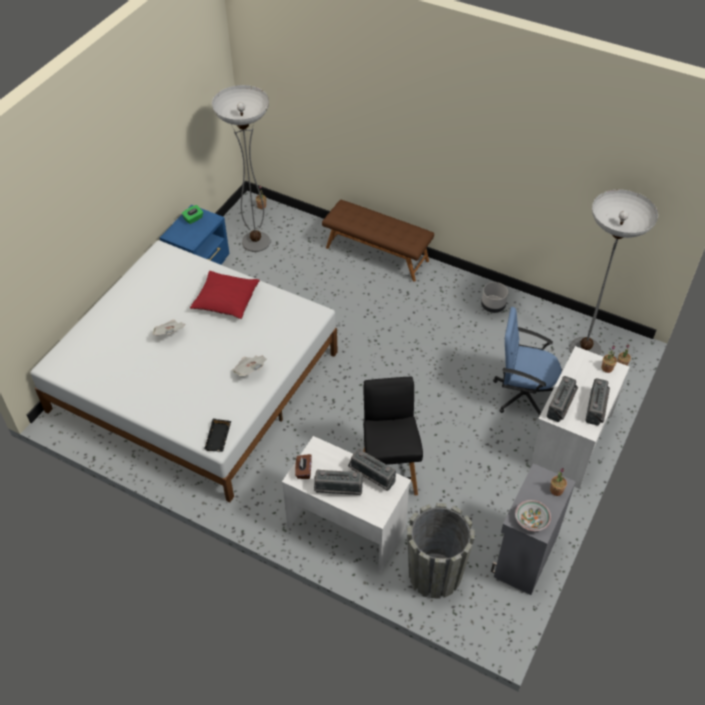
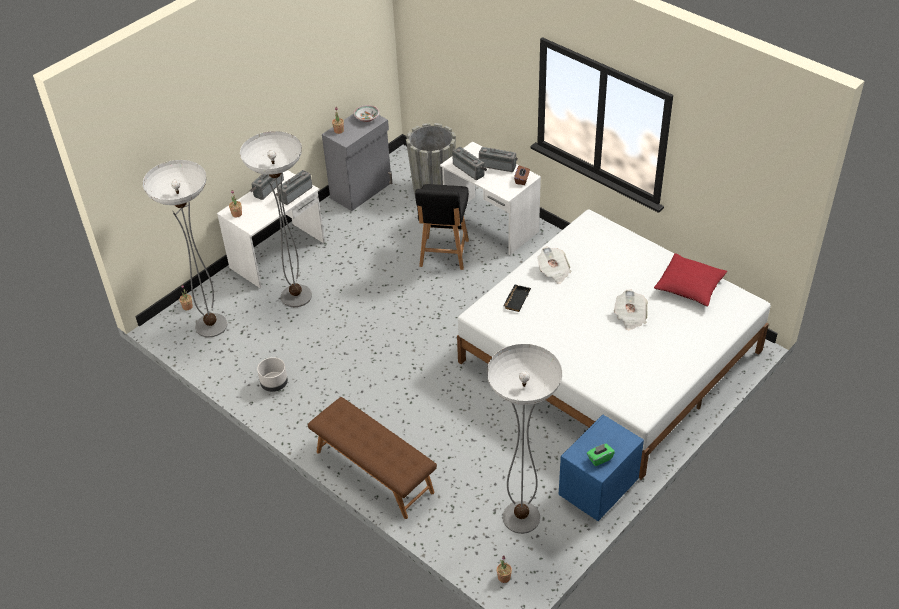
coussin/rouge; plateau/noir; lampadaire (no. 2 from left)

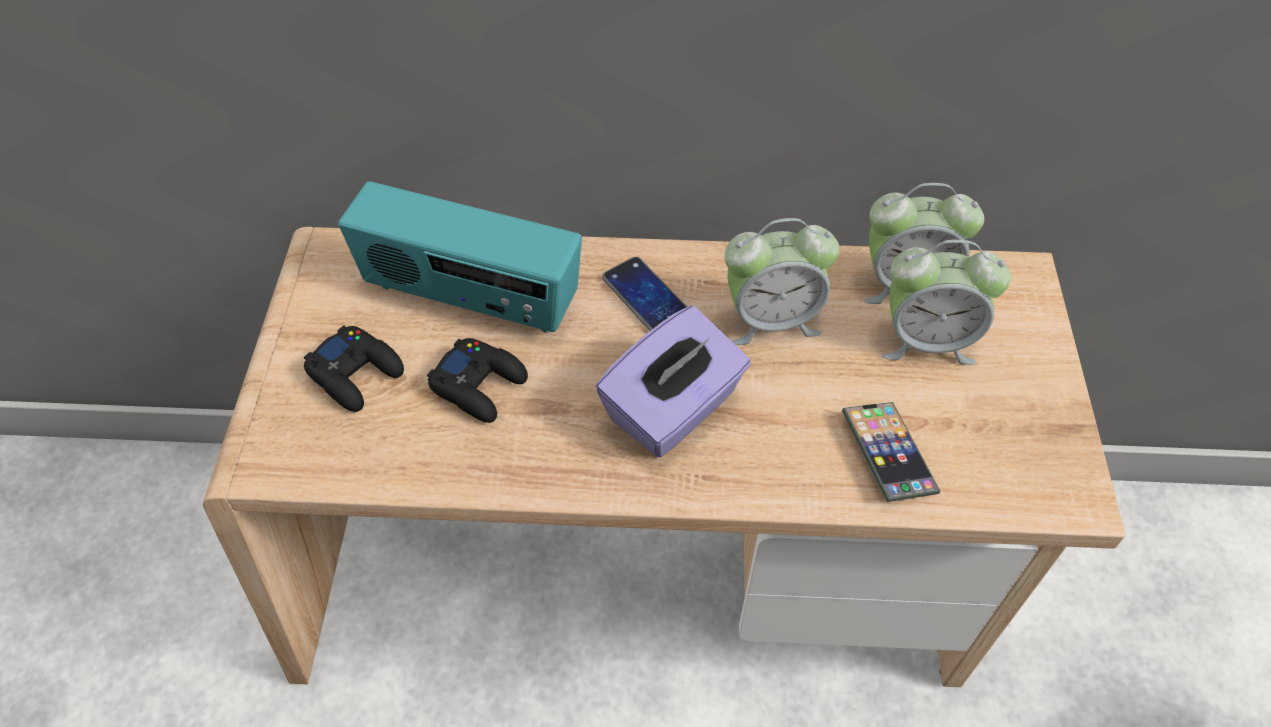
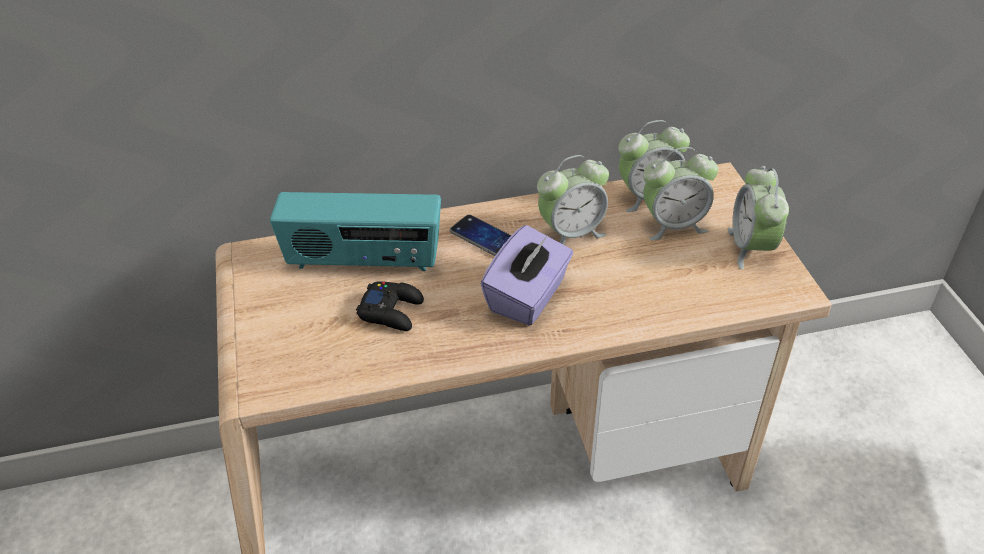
manette/noir (no. 1 from left in the first image); téléphone (no. 2 from left in the first image); réveil (no. 4 from left)

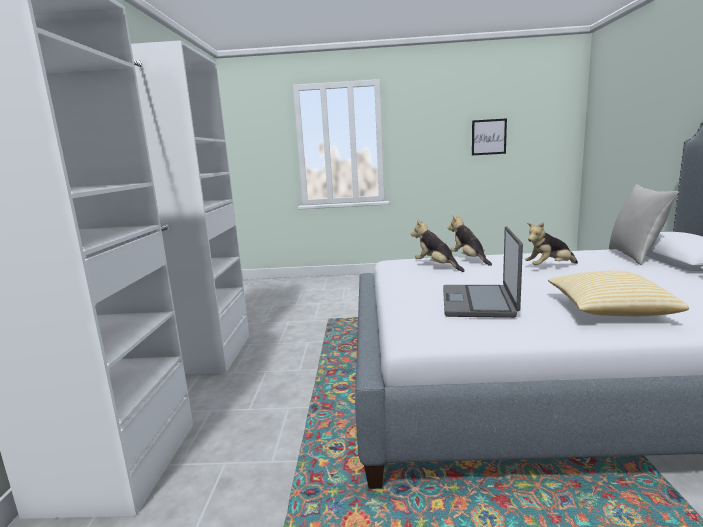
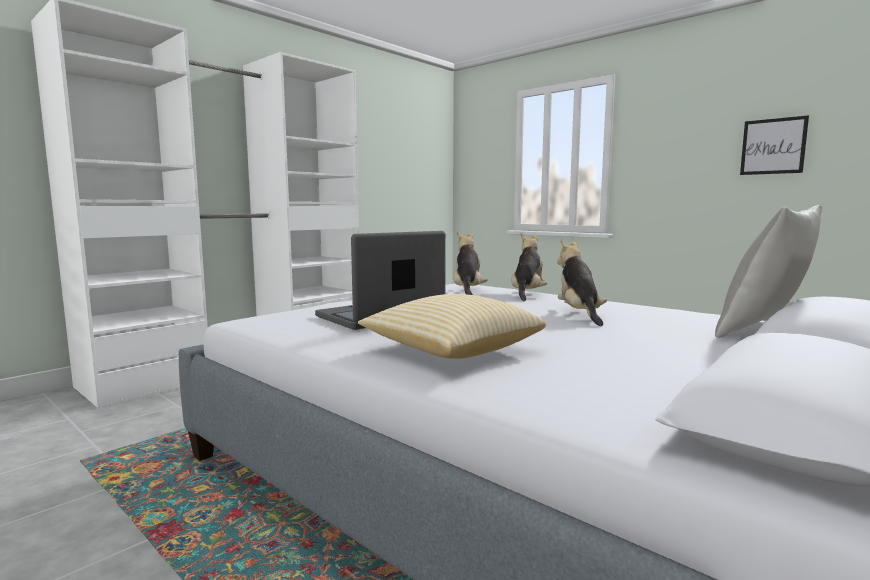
peluche (no. 3 from left)

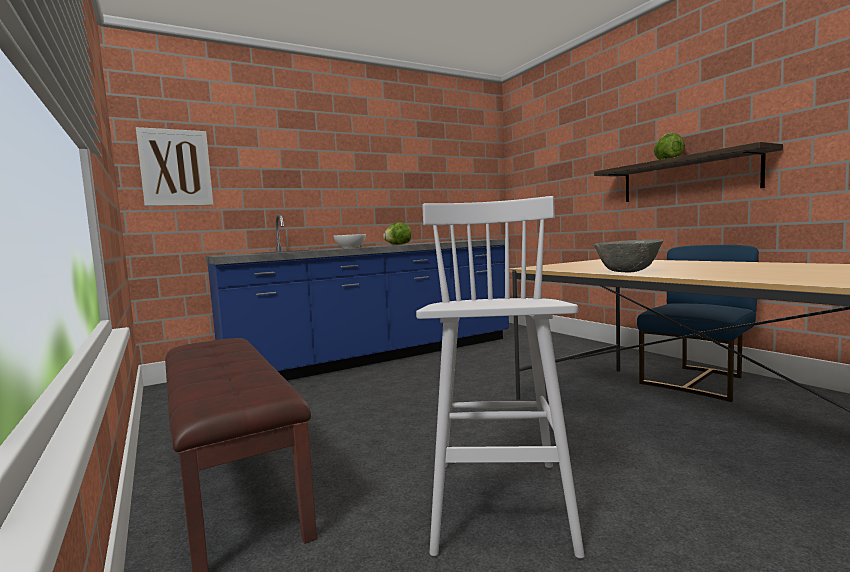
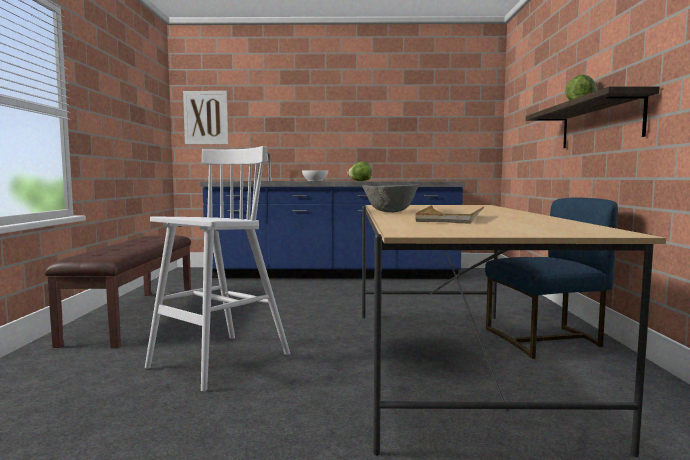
plateau/beige

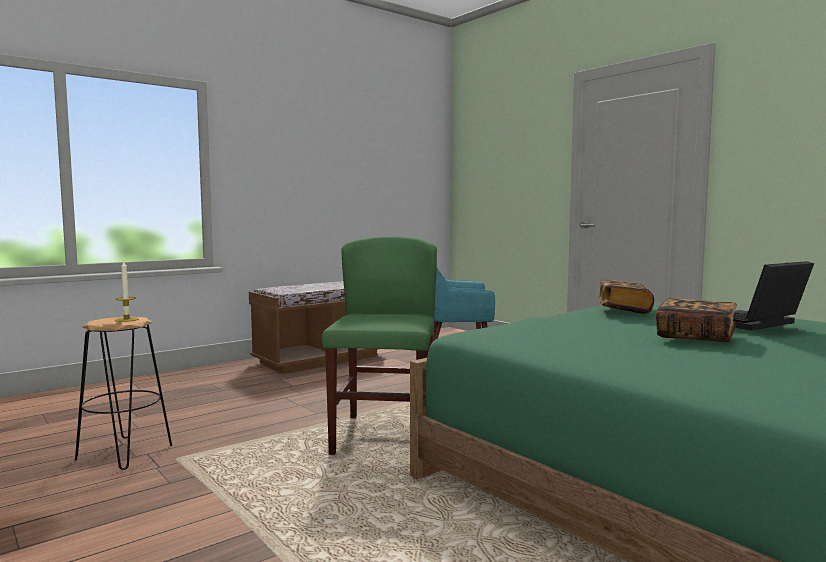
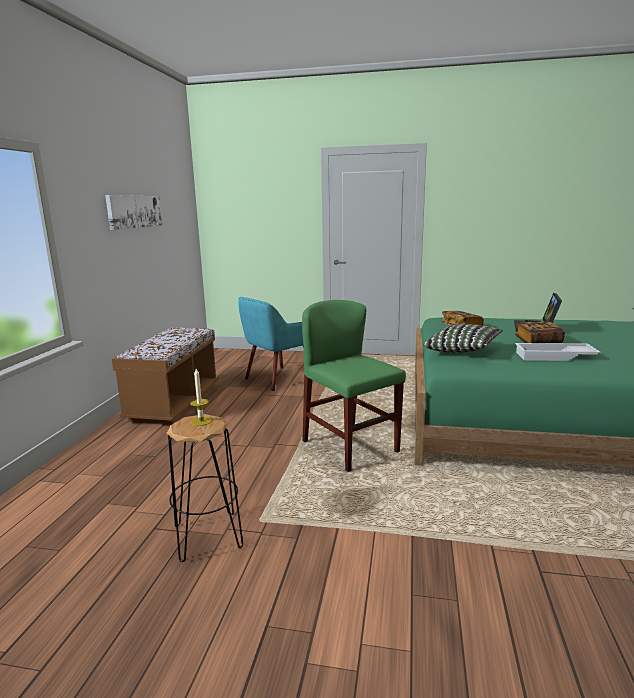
tableau; coussin; plateau/blanc

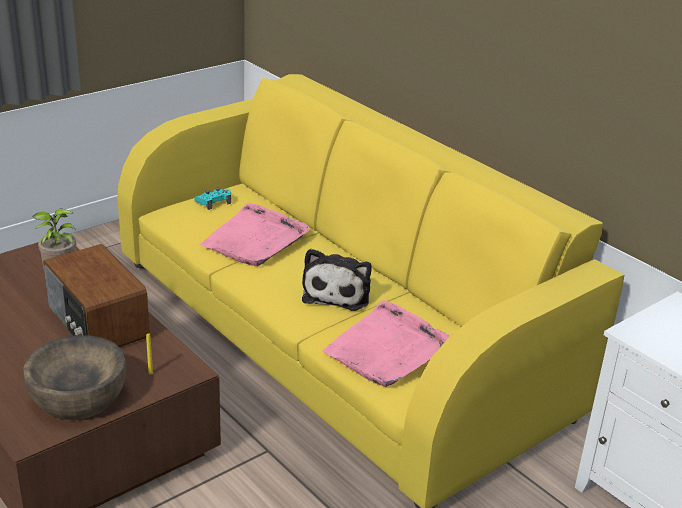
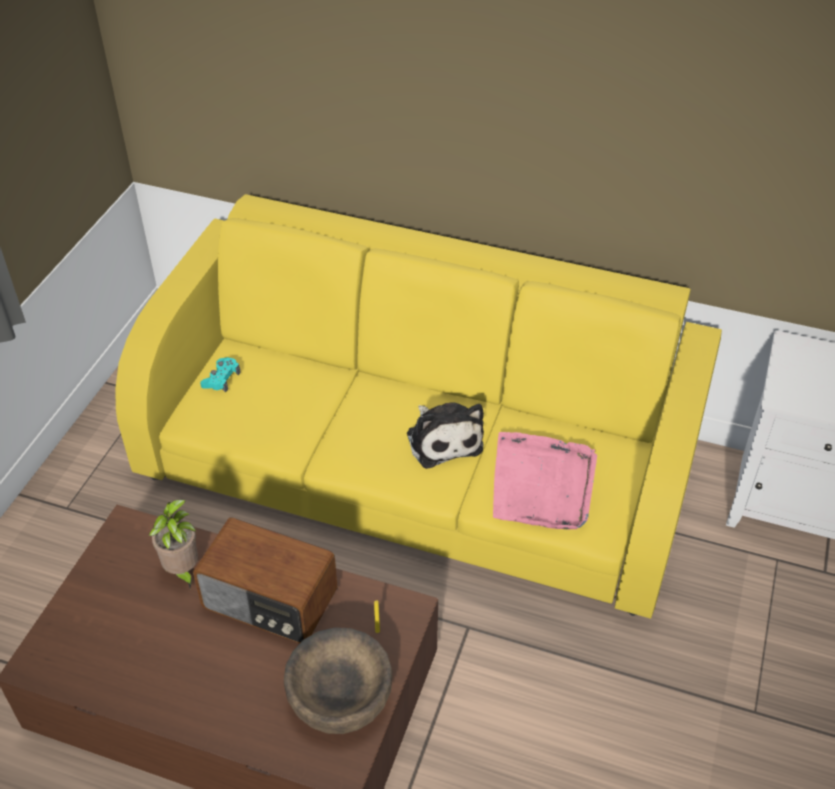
plateau/rose (no. 1 from left in the first image)

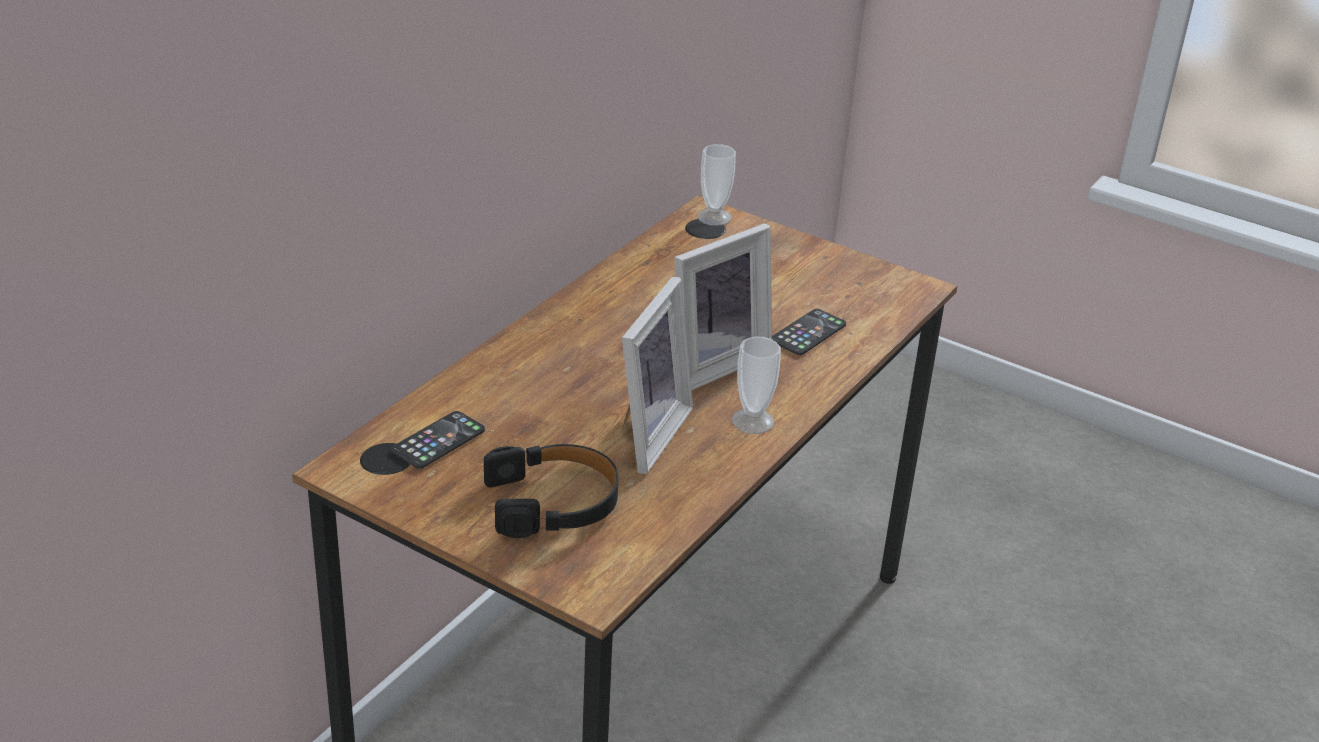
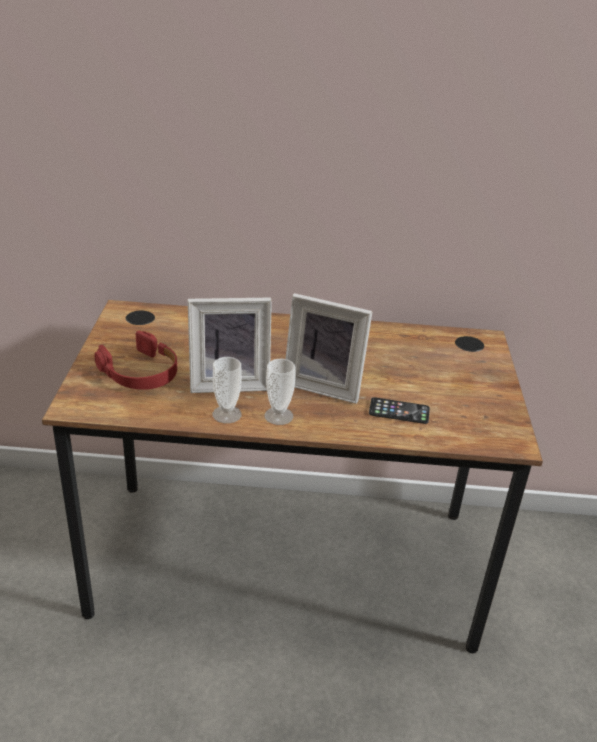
téléphone (no. 1 from left in the first image); casque audio/rouge; tasse (no. 1 from left)

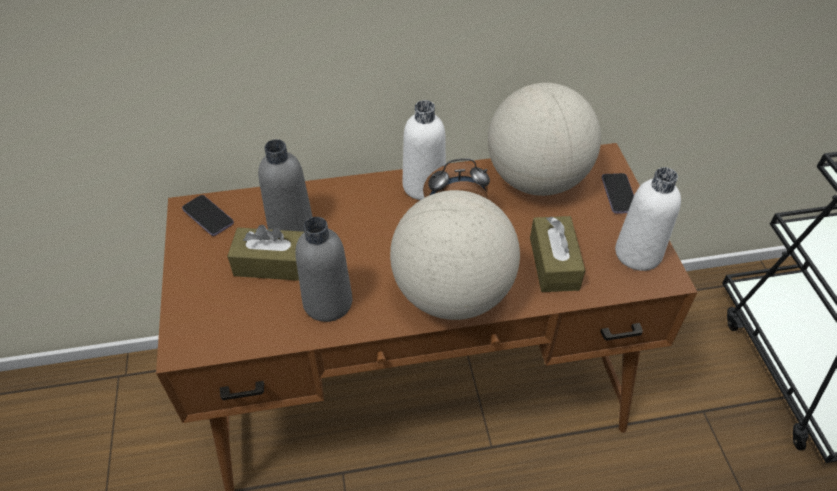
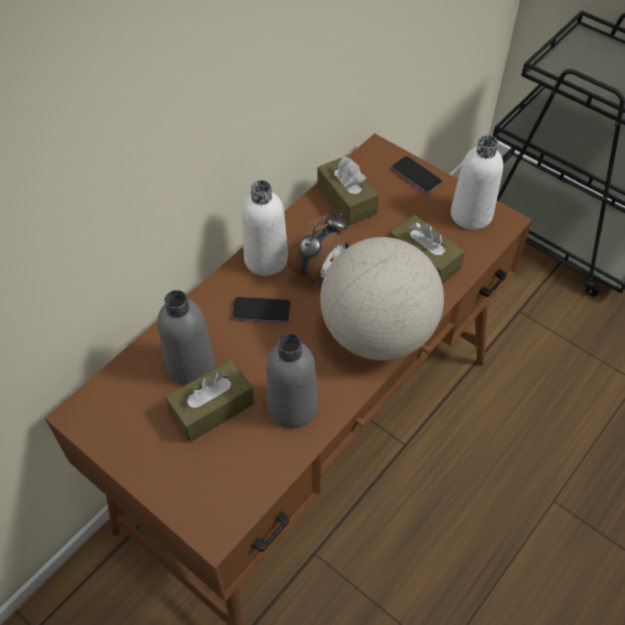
téléphone (no. 1 from left); boîte à mouchoirs/marron (no. 2 from left)

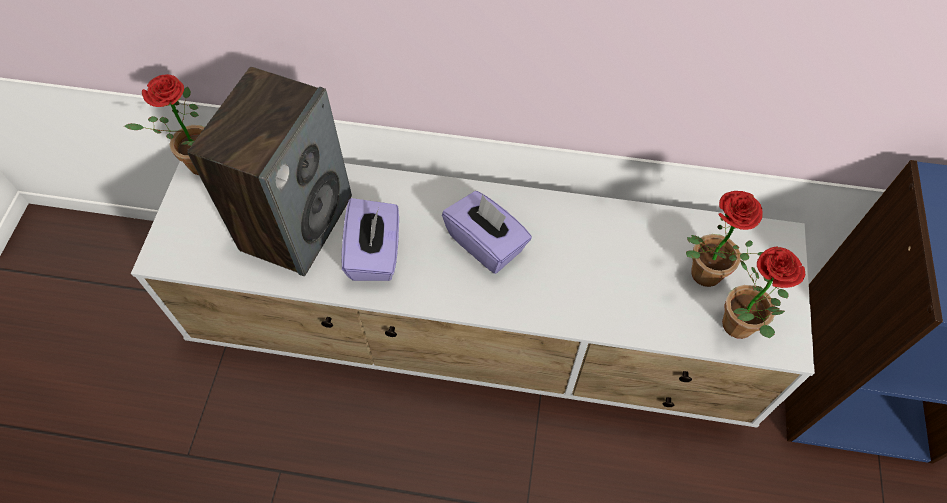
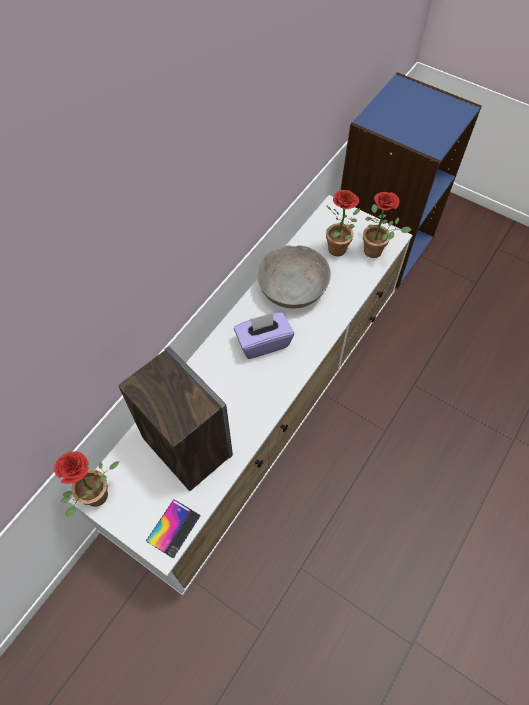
boîte à mouchoirs/violet (no. 1 from left in the first image); téléphone; bol/gris

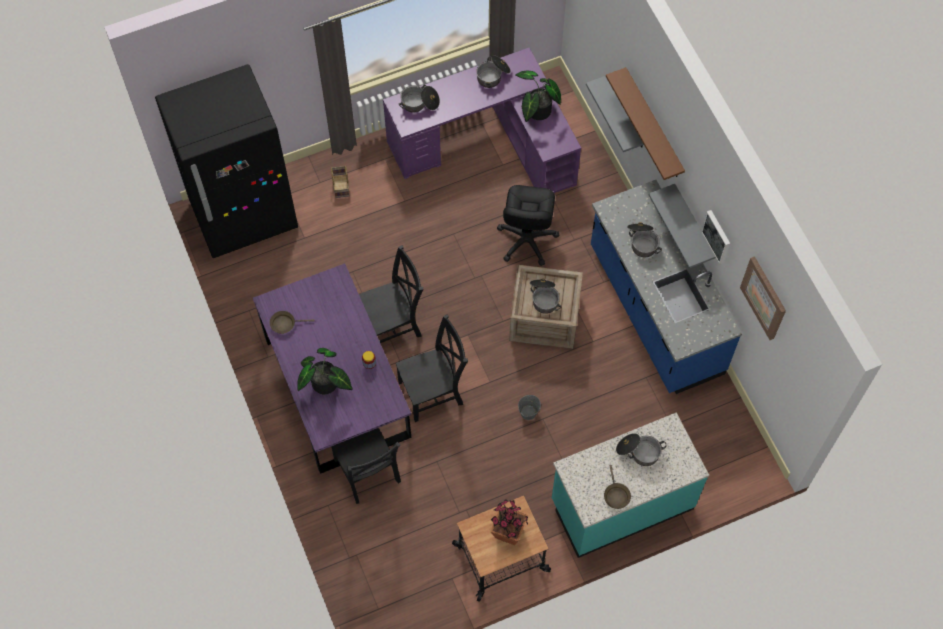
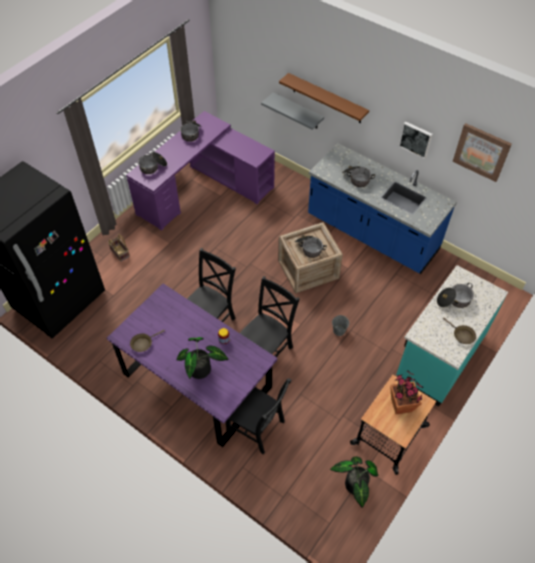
chaise de bureau/noir; plante en pot (no. 2 from left); étagère/gris (no. 2 from left in the first image)

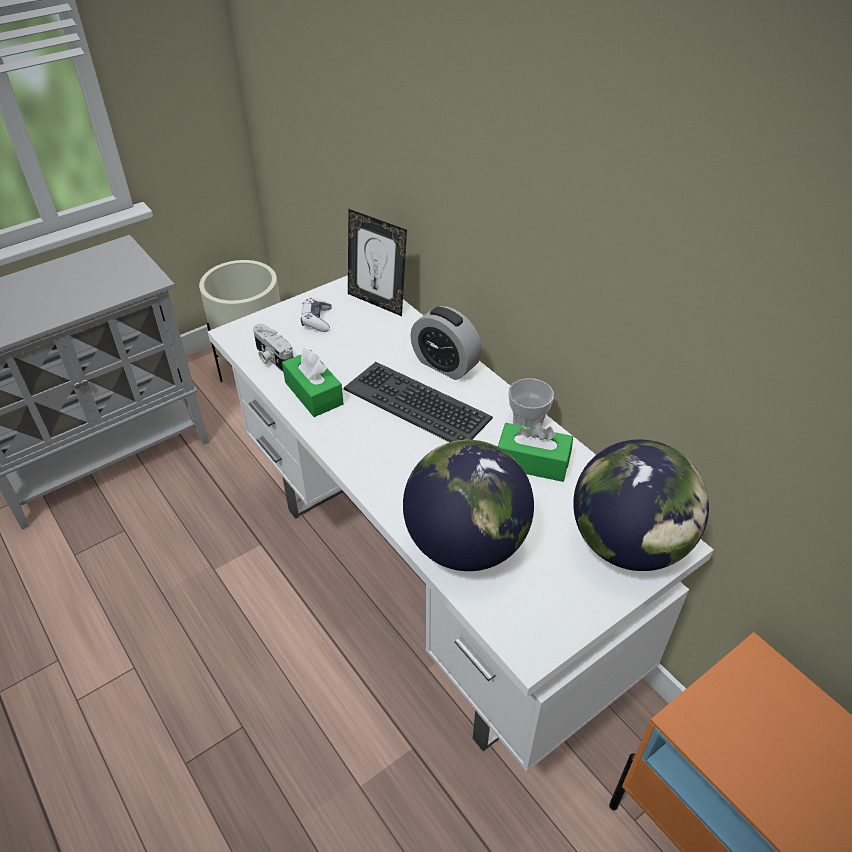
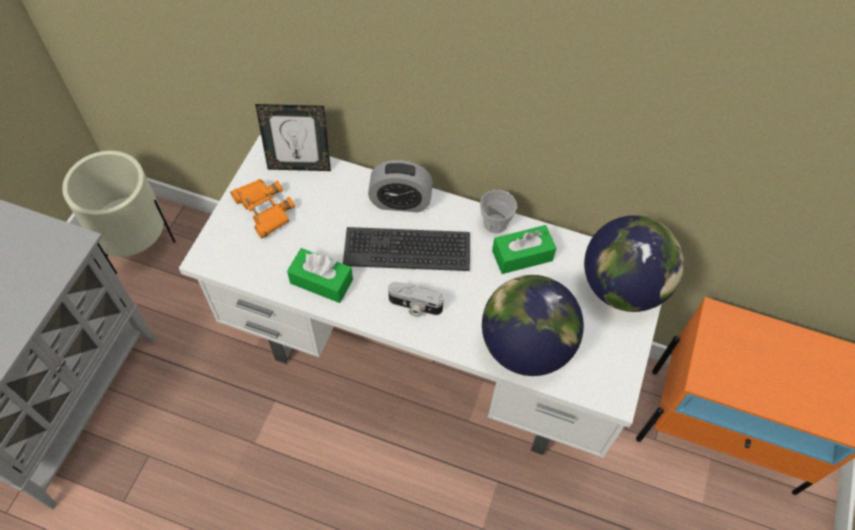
appareil photo; jumelles/orange

